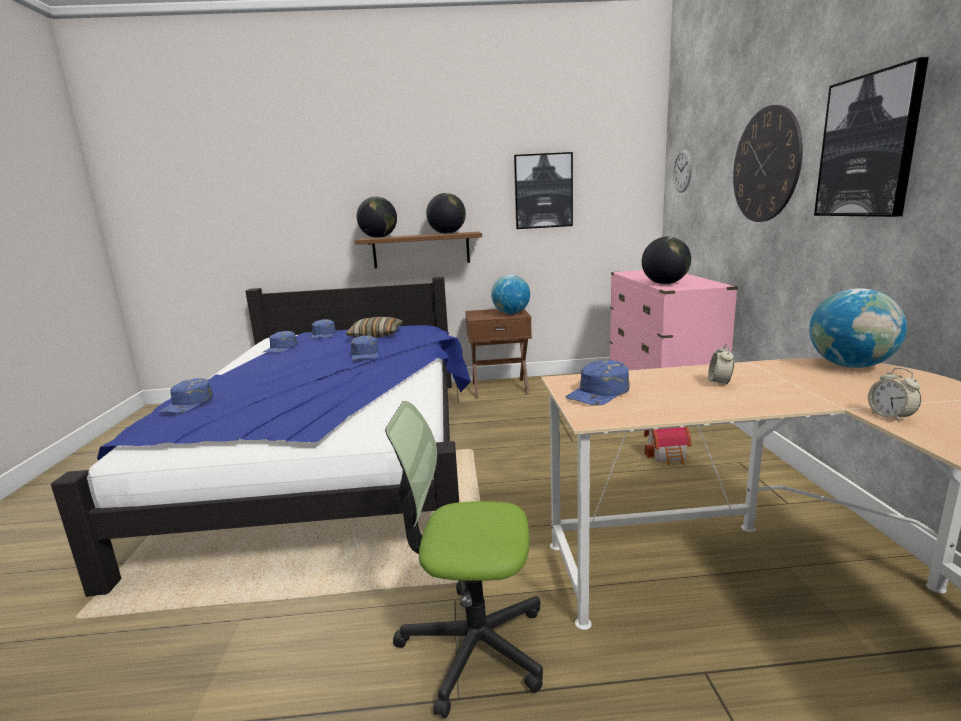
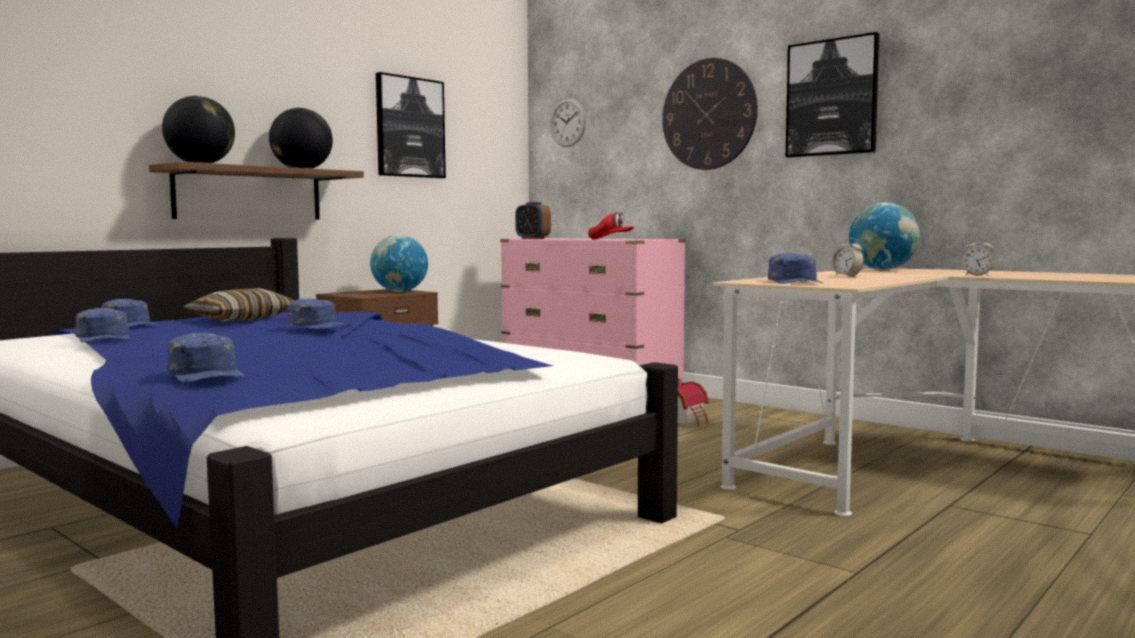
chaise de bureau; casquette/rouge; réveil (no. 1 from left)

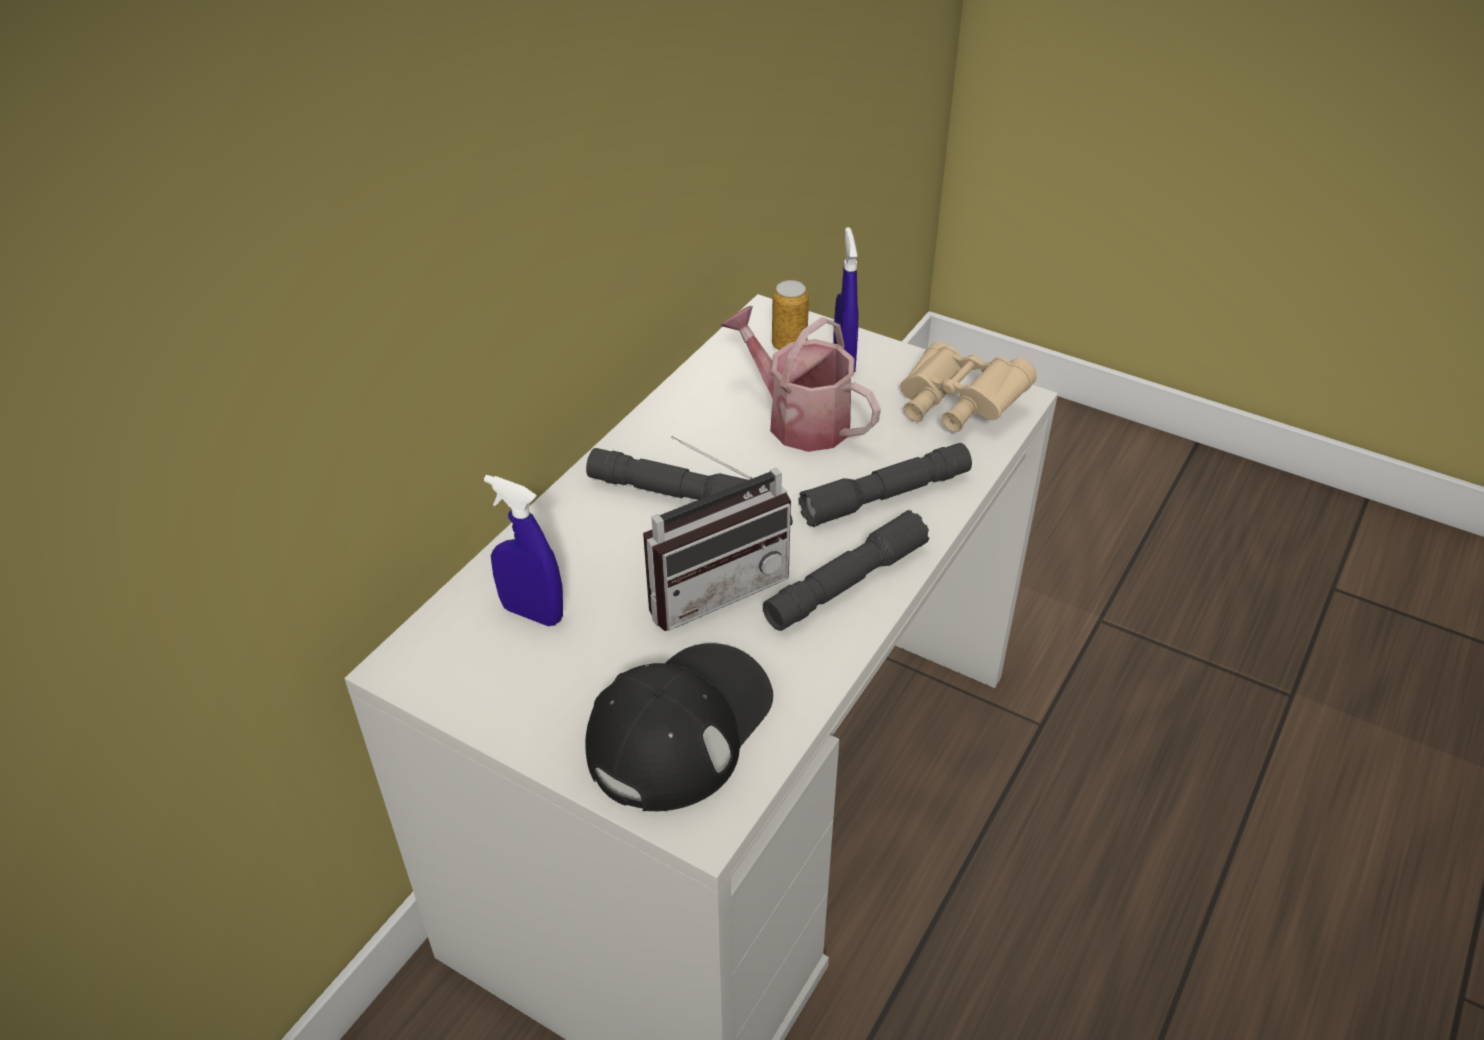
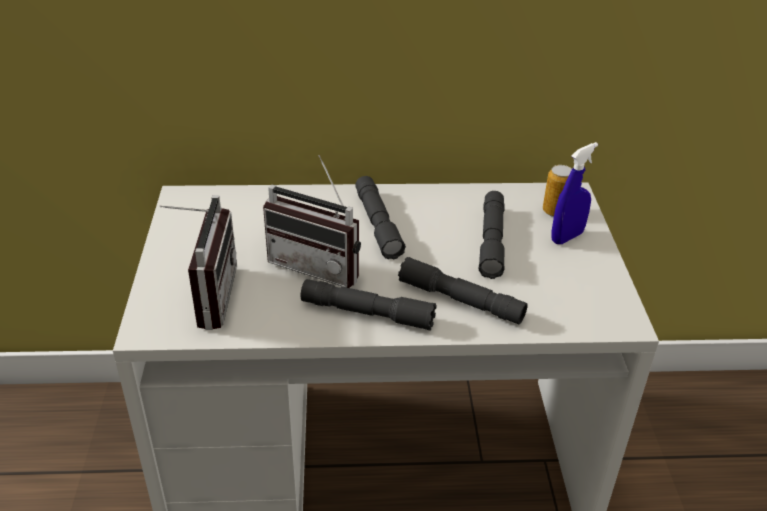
vaporisateur/bleu (no. 1 from left in the first image); radio (no. 1 from left); lampe de poche/gris (no. 4 from left); jumelles/beige

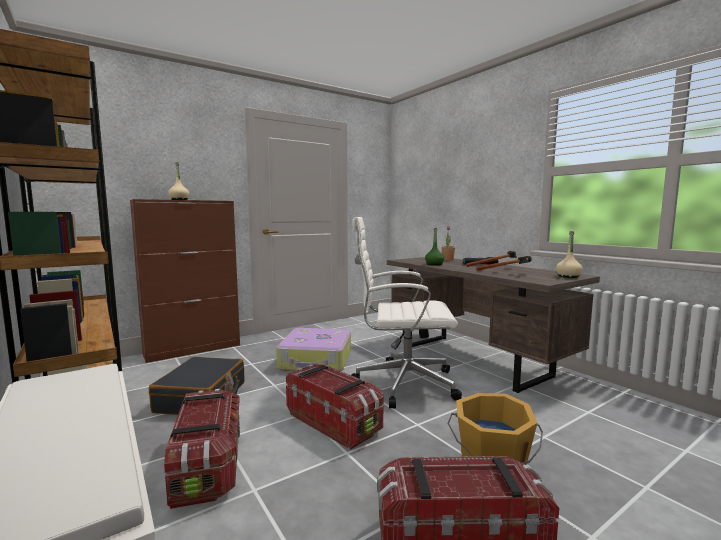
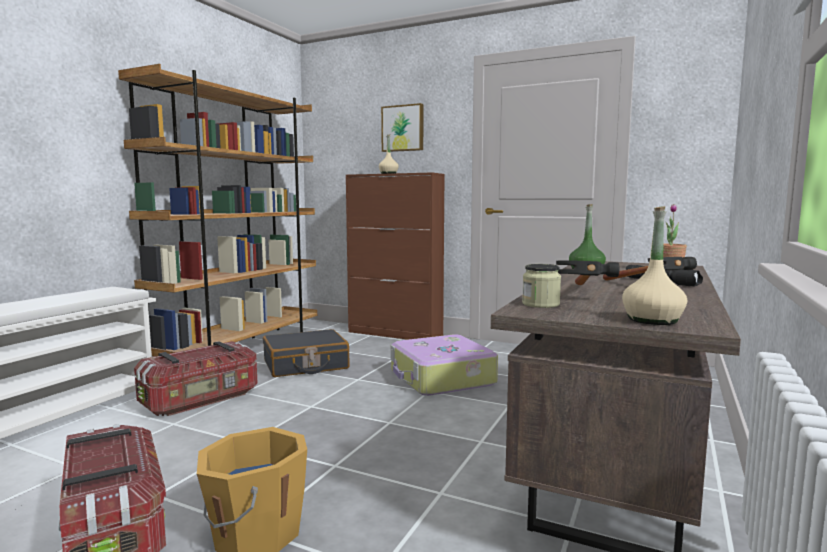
boîte de rangement (no. 2 from left in the first image); chaise de bureau/blanc; tableau; bocal

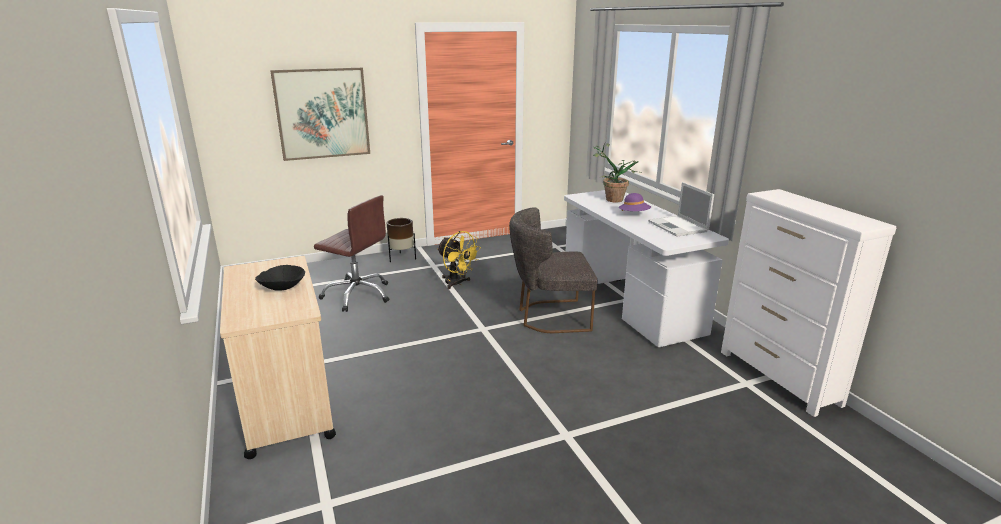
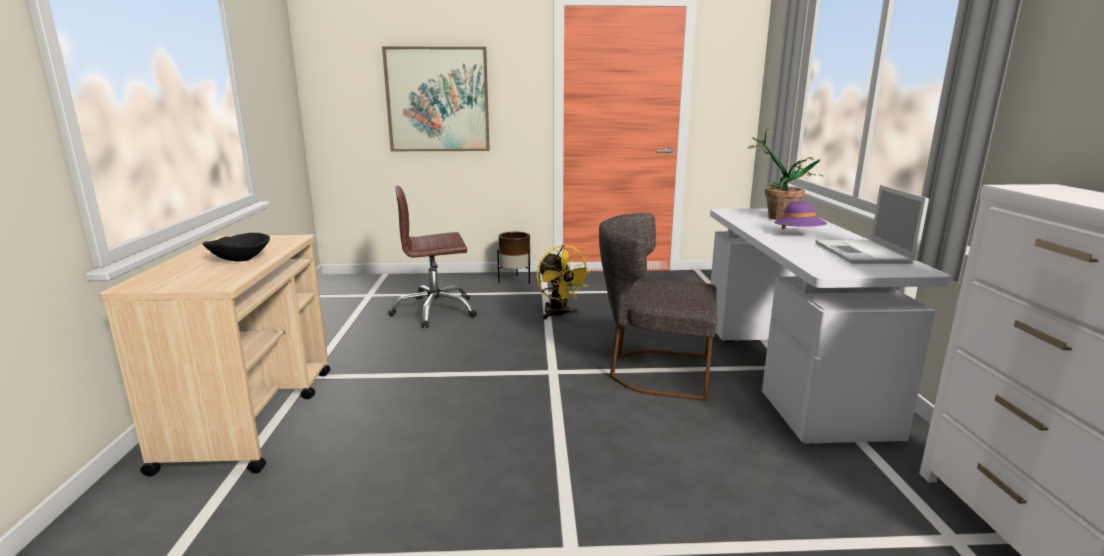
chaise de bureau/marron

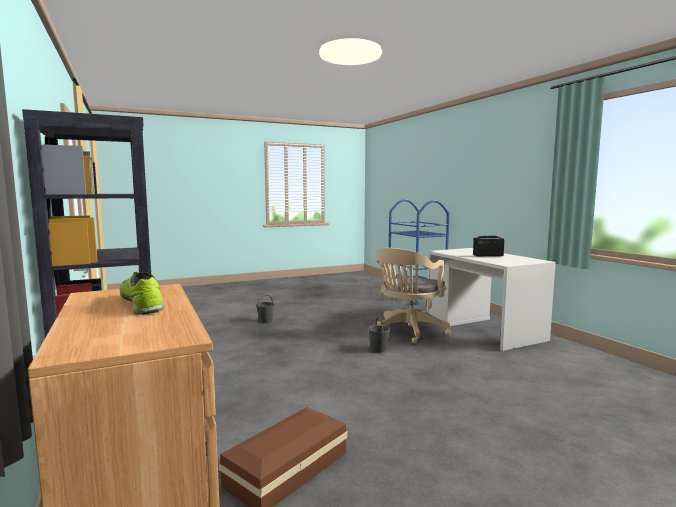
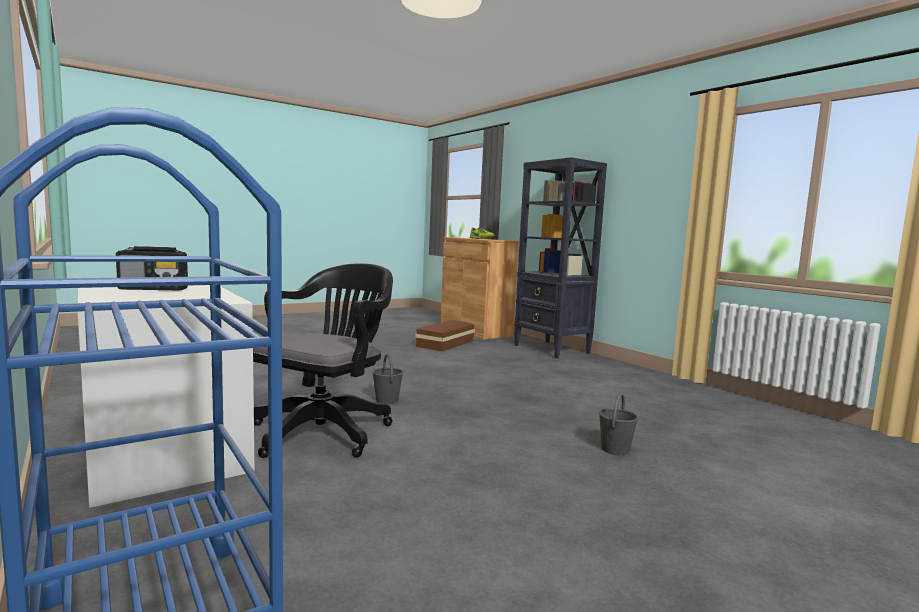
chaise de bureau/noir

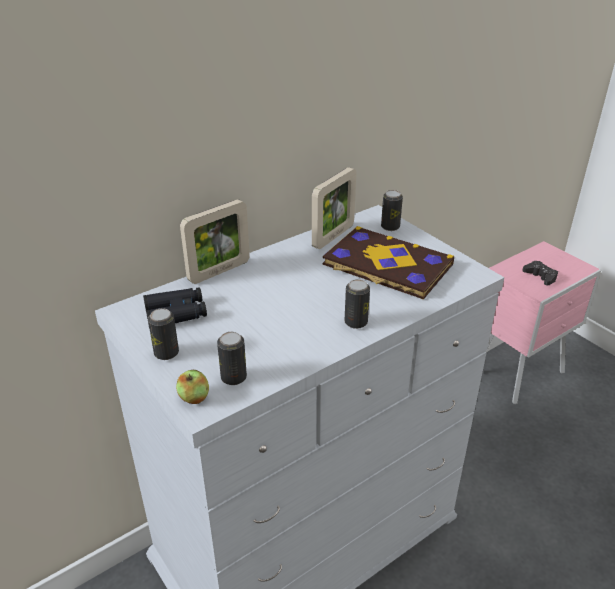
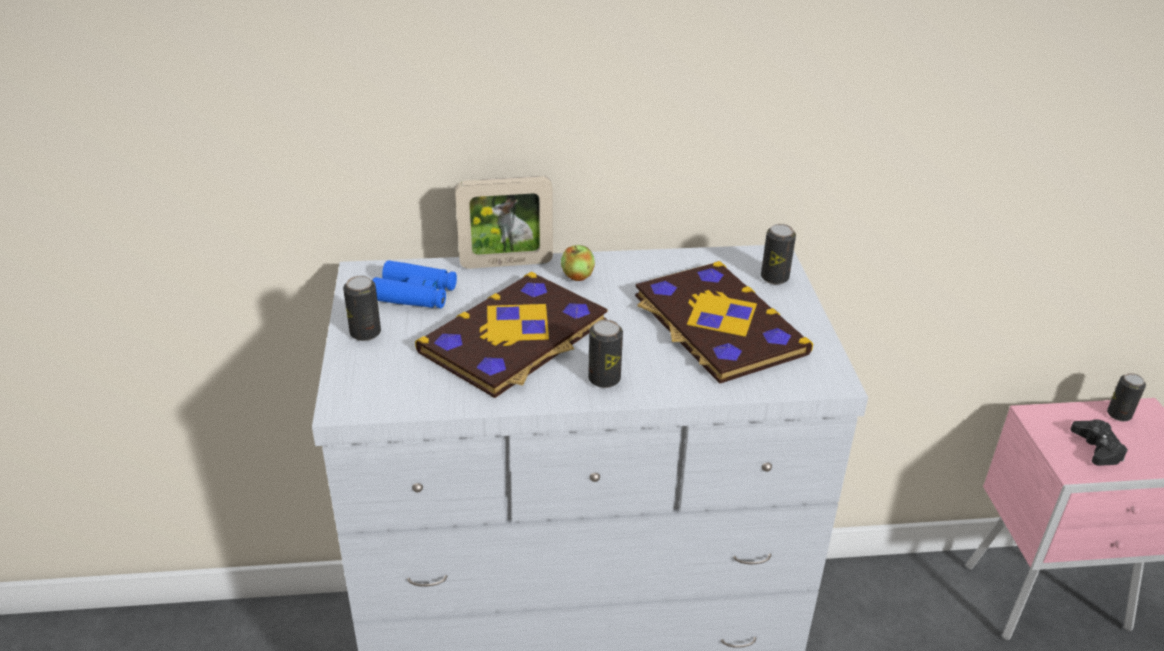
jumelles/bleu; pomme; boîte métallique (no. 4 from left); cadre photo (no. 2 from left in the first image); livre (no. 1 from left)

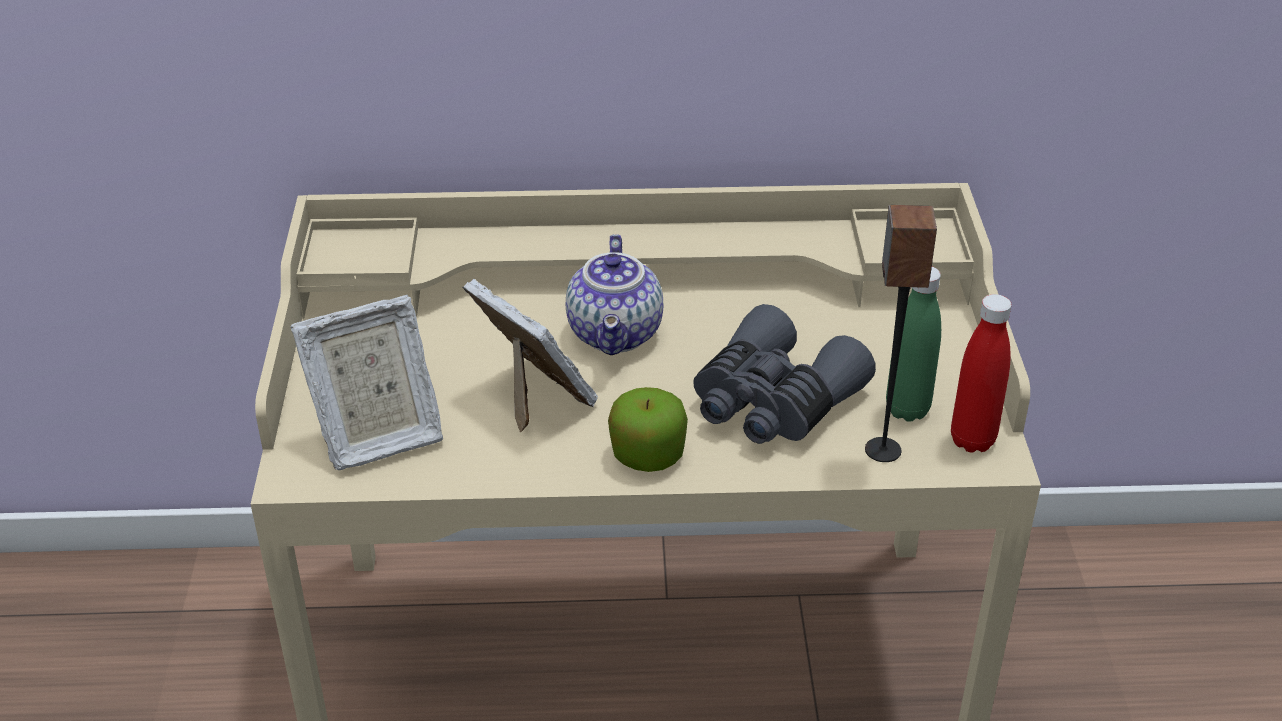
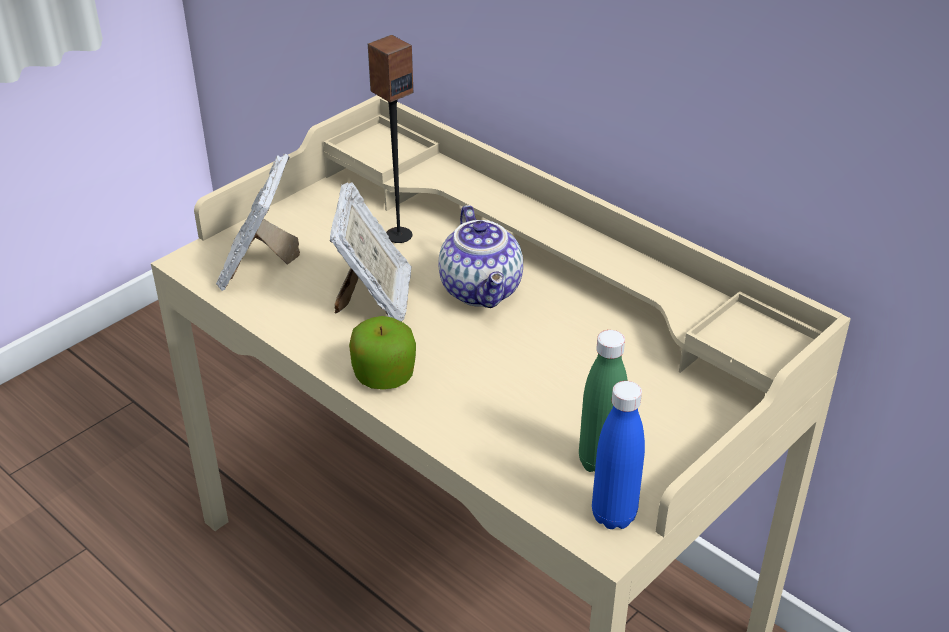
cadre photo (no. 1 from left); théière; jumelles/gris; enceinte; bouteille/bleu

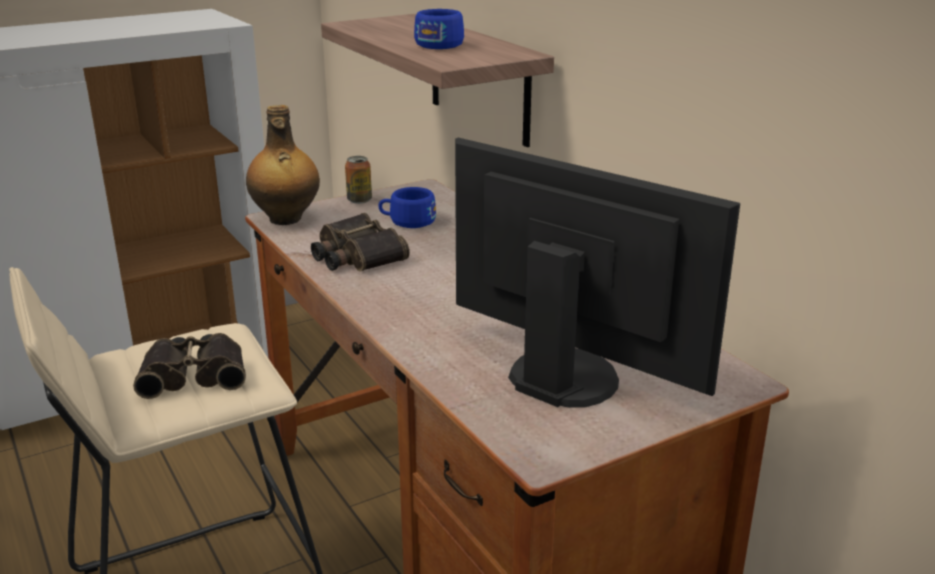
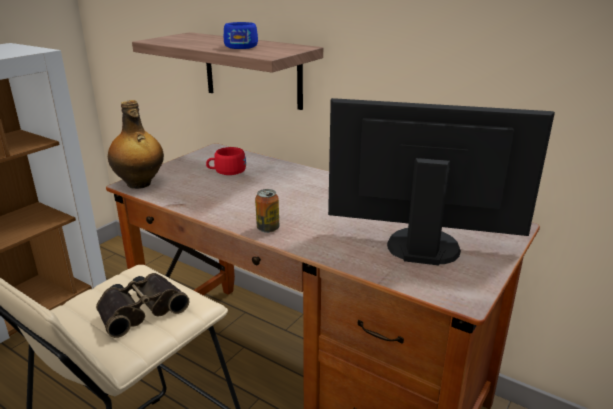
jumelles (no. 2 from left in the first image); boîte métallique; tasse/rouge

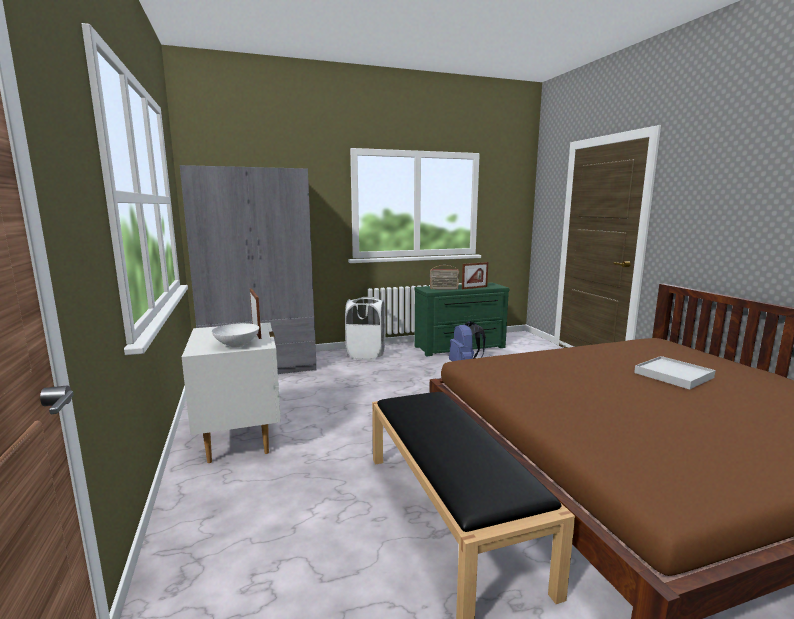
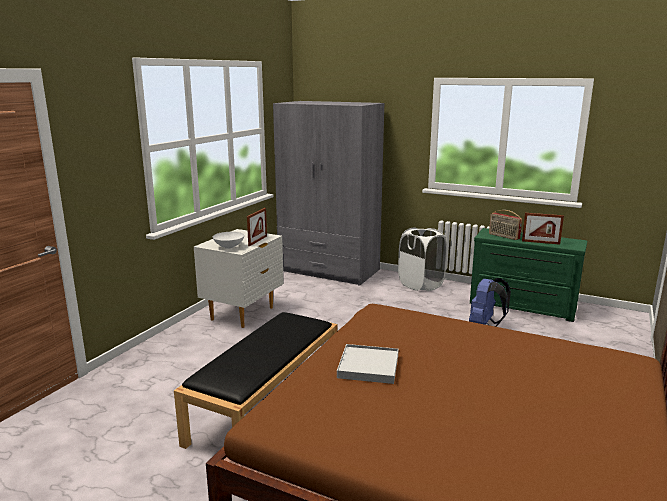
plateau/blanc

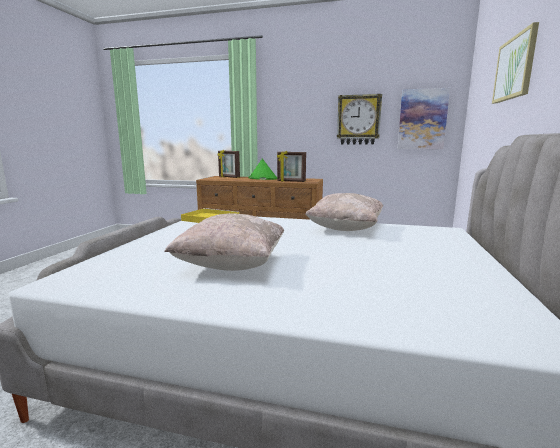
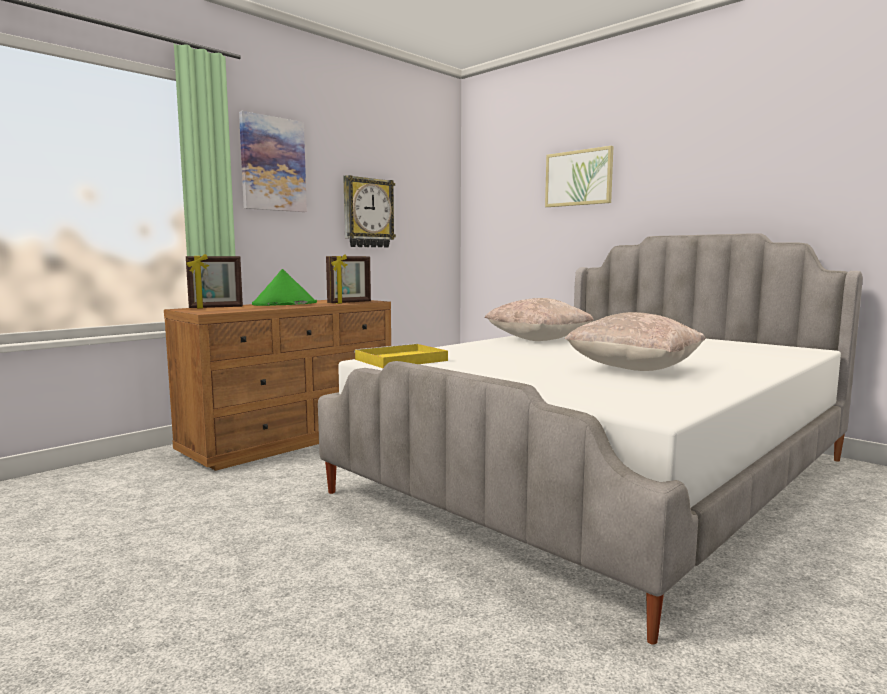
tableau (no. 1 from left)

